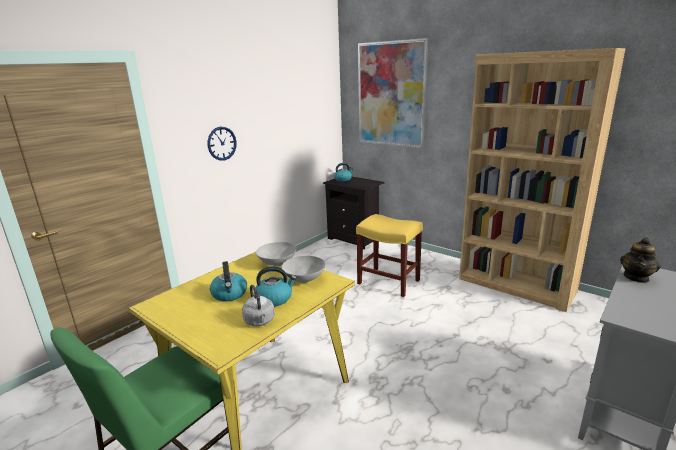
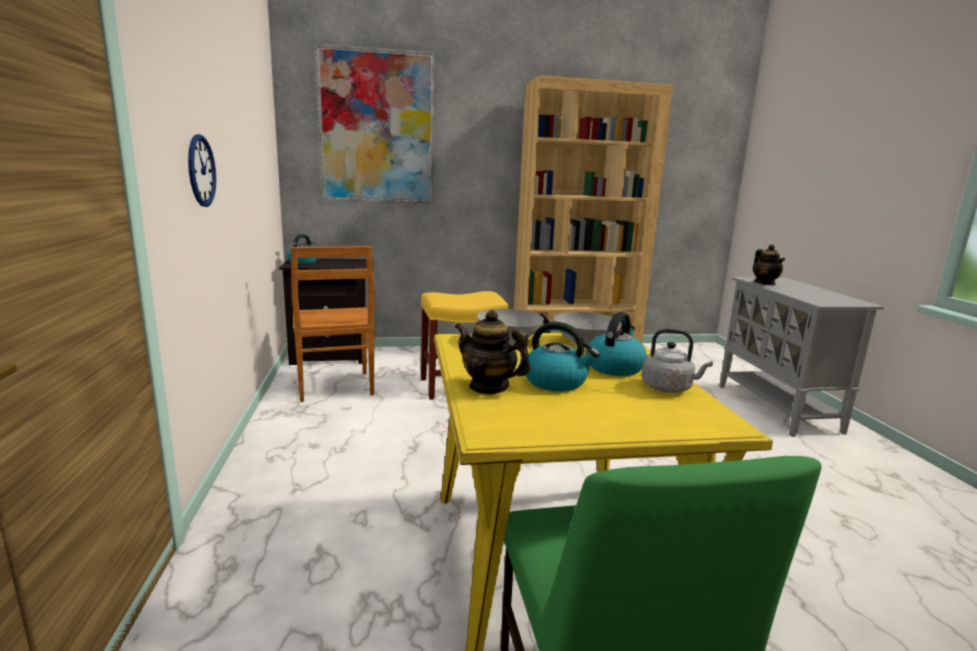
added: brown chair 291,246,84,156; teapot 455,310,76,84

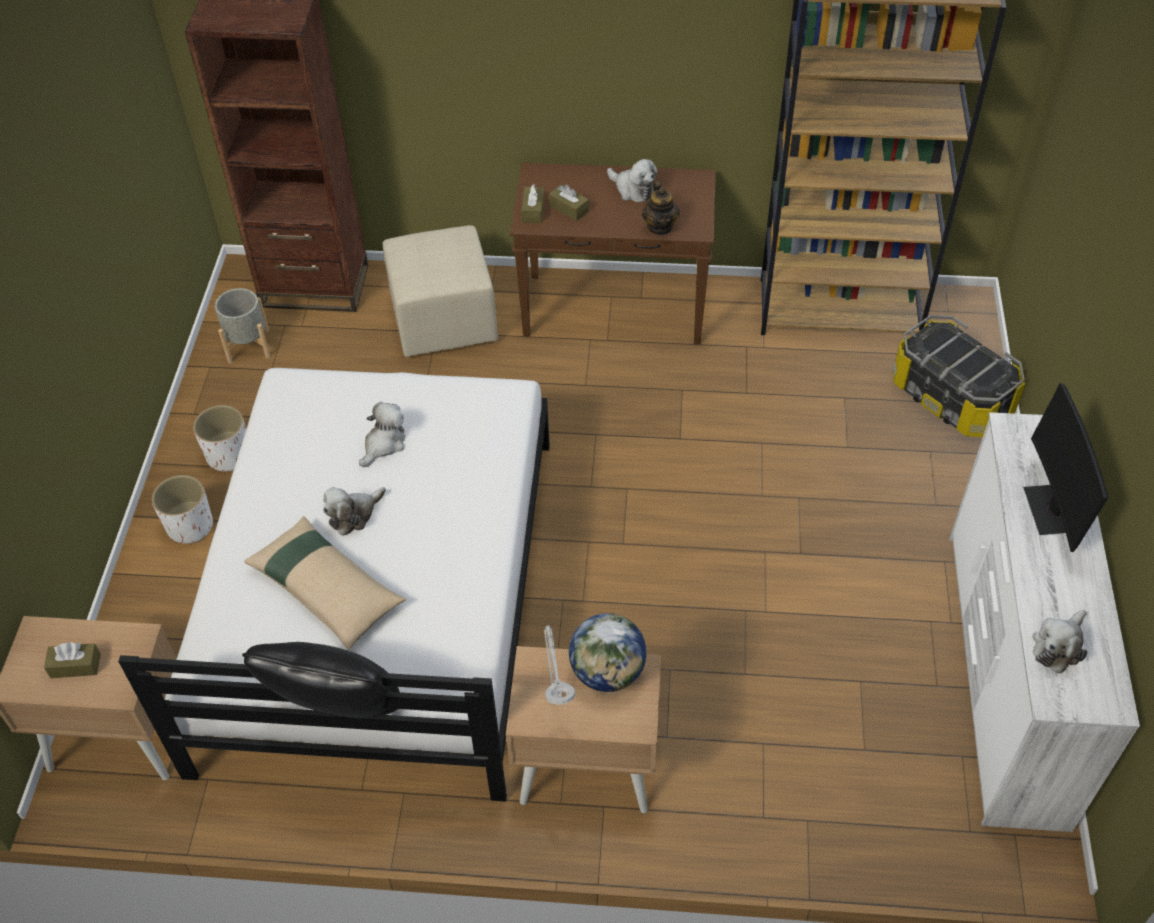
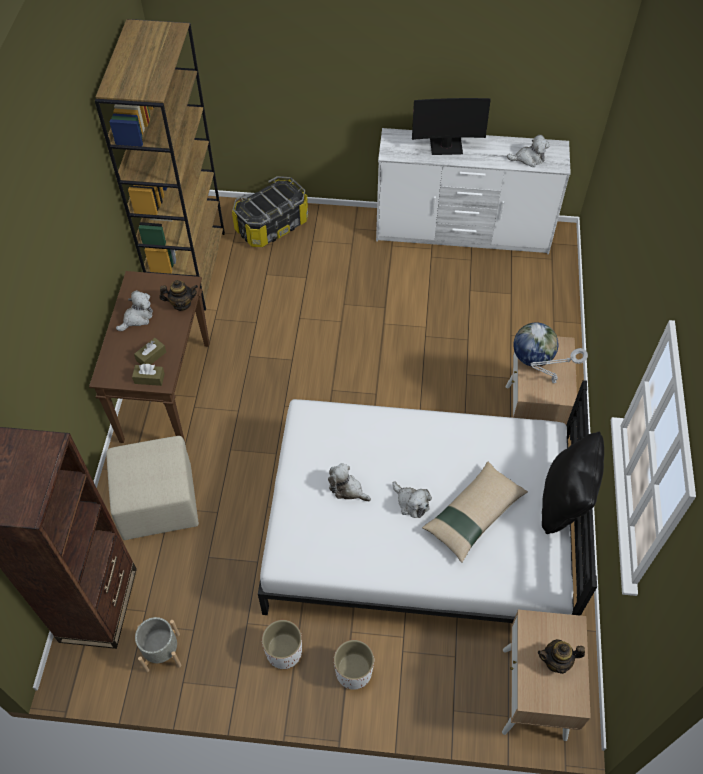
replaced: brown tissue holder 44,642,57,36 to teapot 538,639,47,35
turned: cuddly toy 1032,610,55,64 = 507,135,43,32 45 degrees counterclockwise

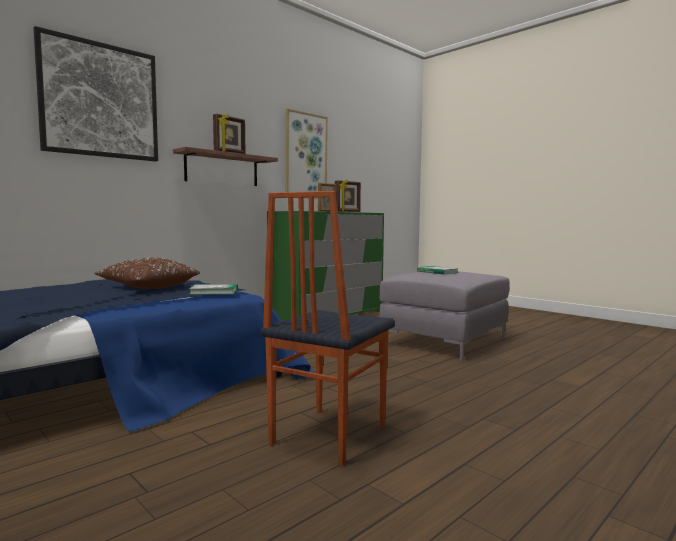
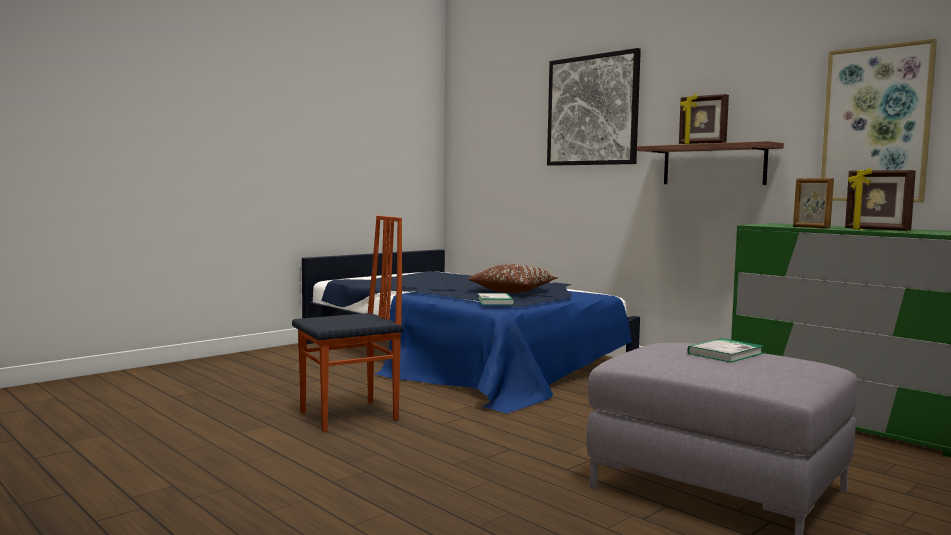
turned: chair 261,191,134,275 = 292,215,112,217 120 degrees clockwise

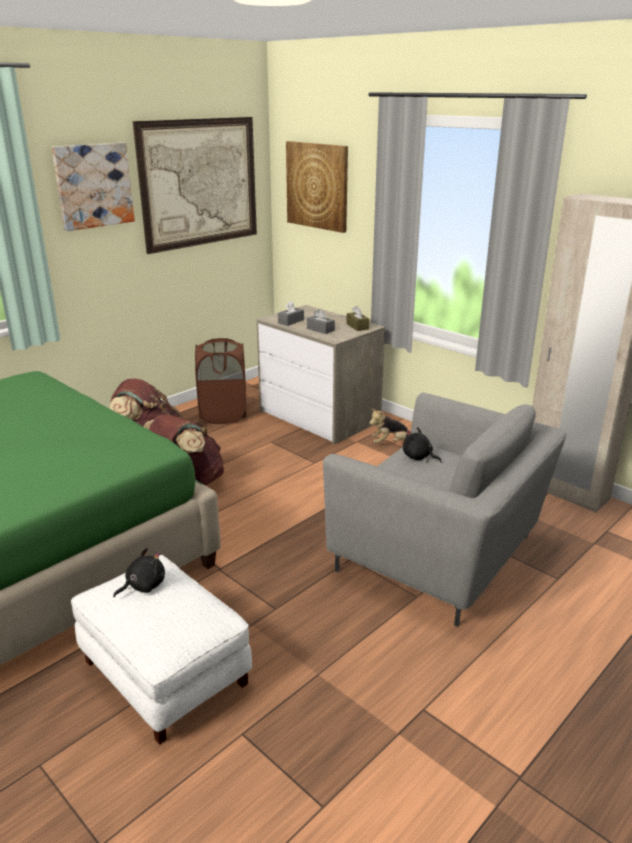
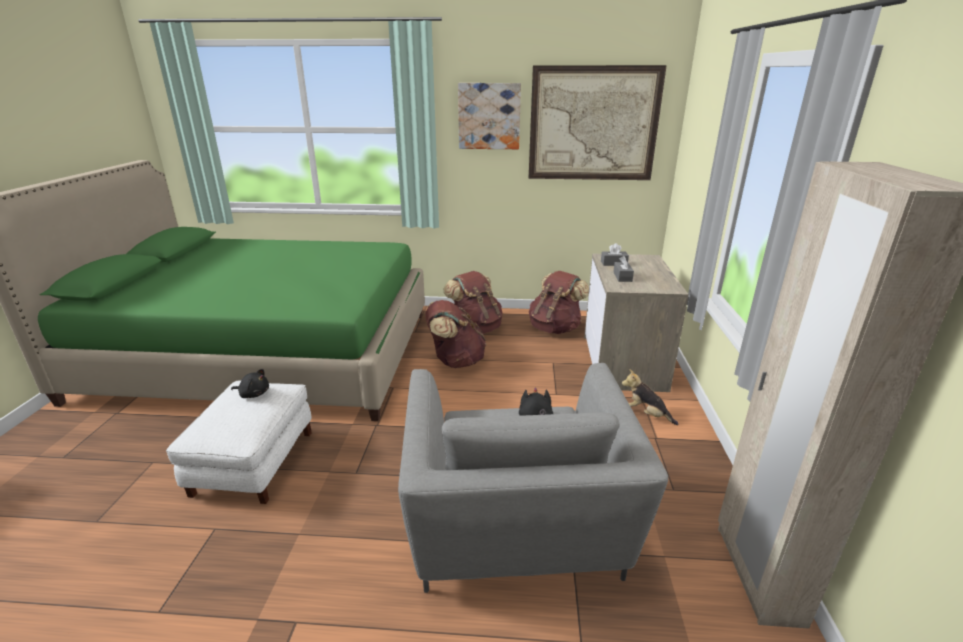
removed: wall art 286,141,62,92; brown tissue holder 346,306,23,25
replaced: brown hamper 195,338,51,86 to brown knapsack 529,271,60,63

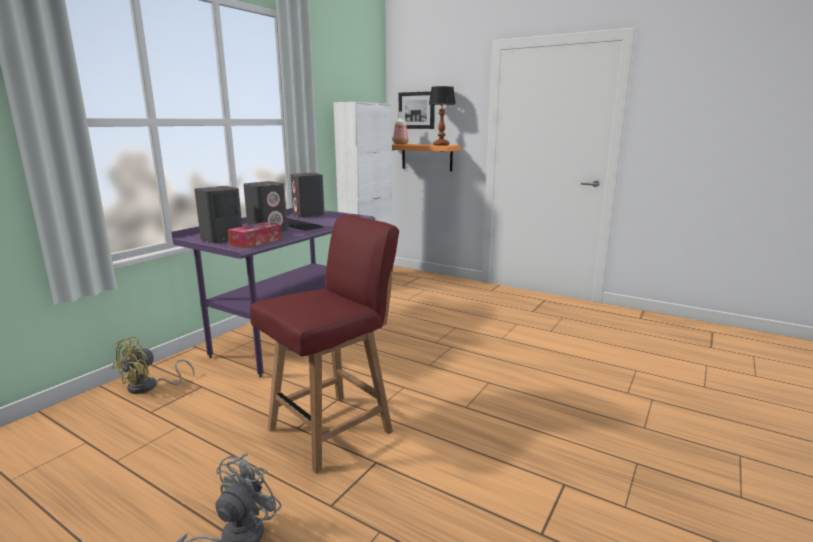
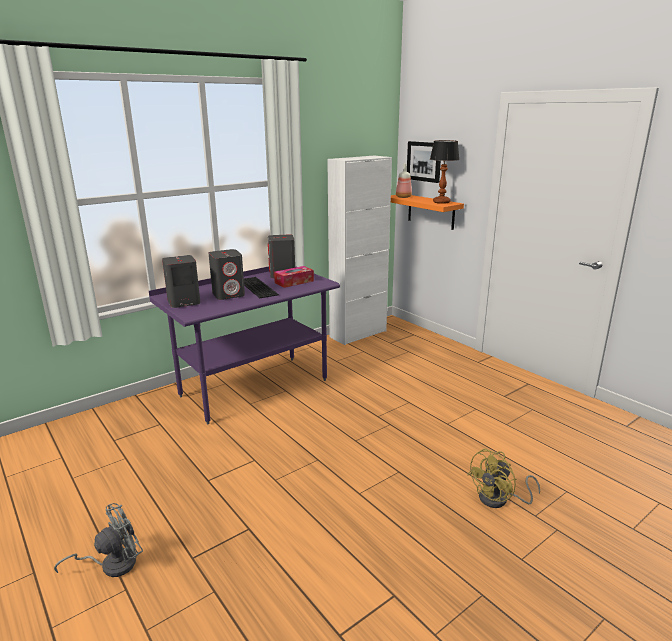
removed: reddish chair 250,214,149,259
moved: tissue holder 228,222,53,26 to 274,266,40,22; yellow-coloured fan 112,337,83,57 to 467,449,73,59

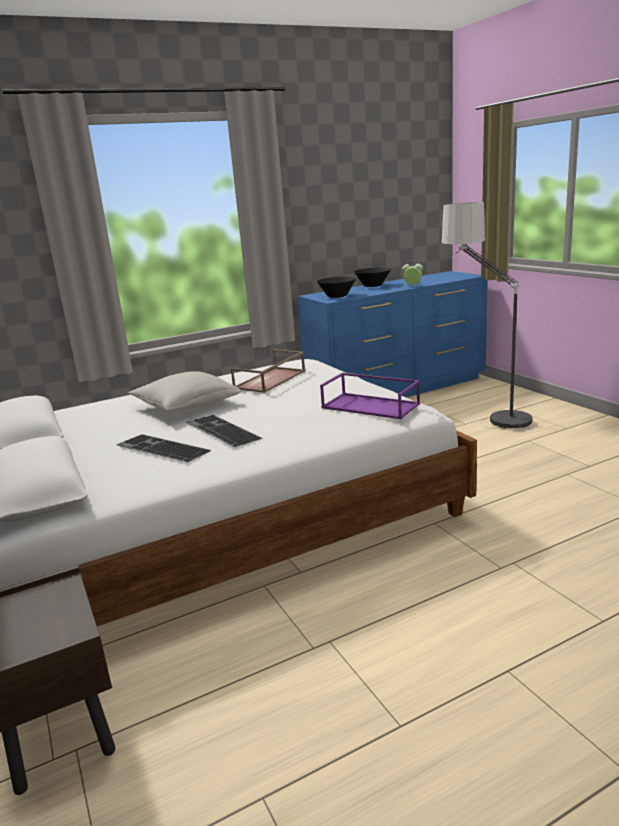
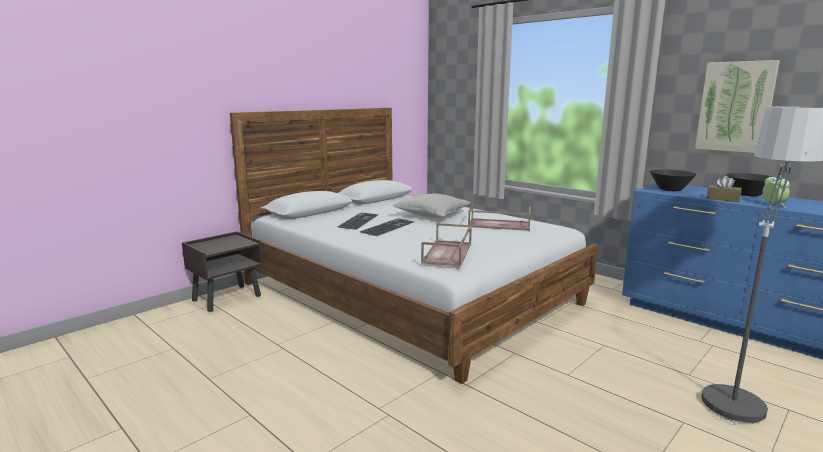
added: wall art 695,60,85,93; brown tissue holder 707,176,35,26
recoloured: purplish serving tray 320,372,100,47 to brown serving tray 421,223,51,44

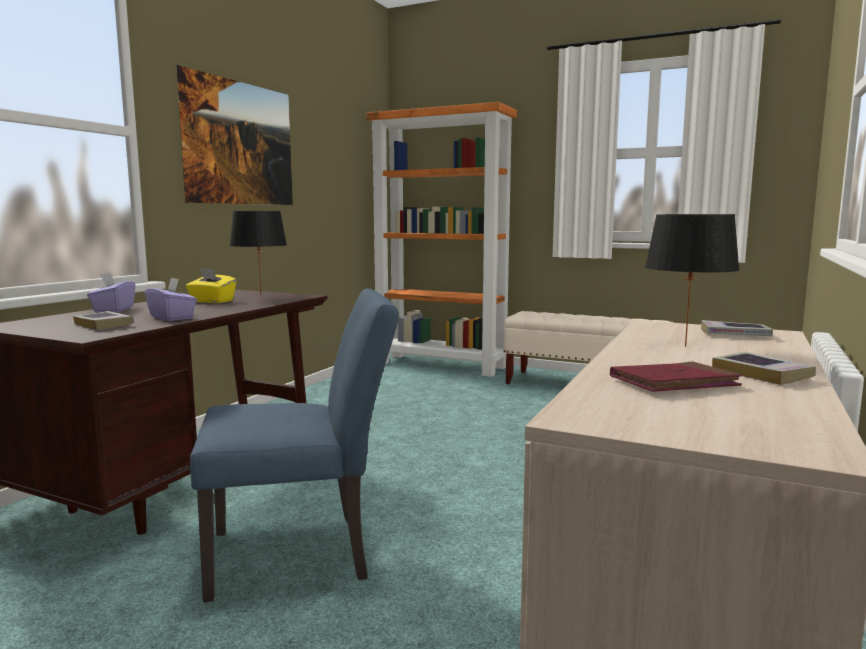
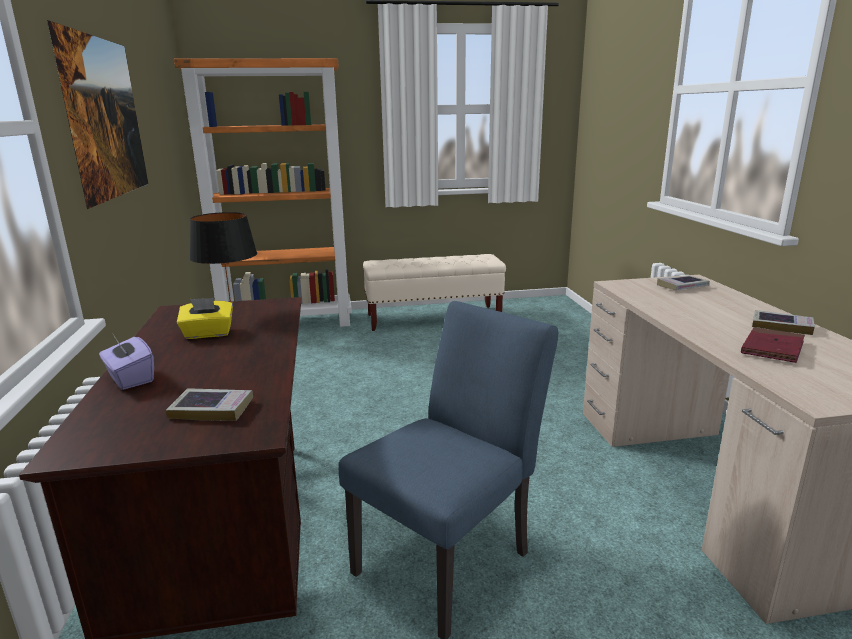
removed: purplish tissue holder 145,277,52,44; blackish table lamp 645,214,95,133

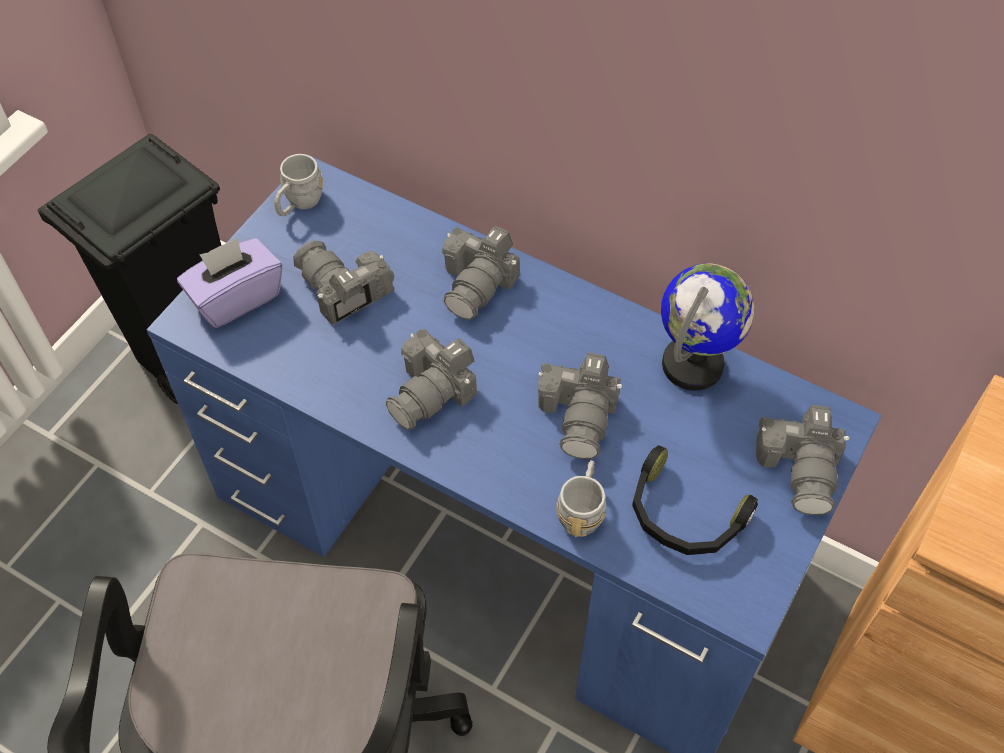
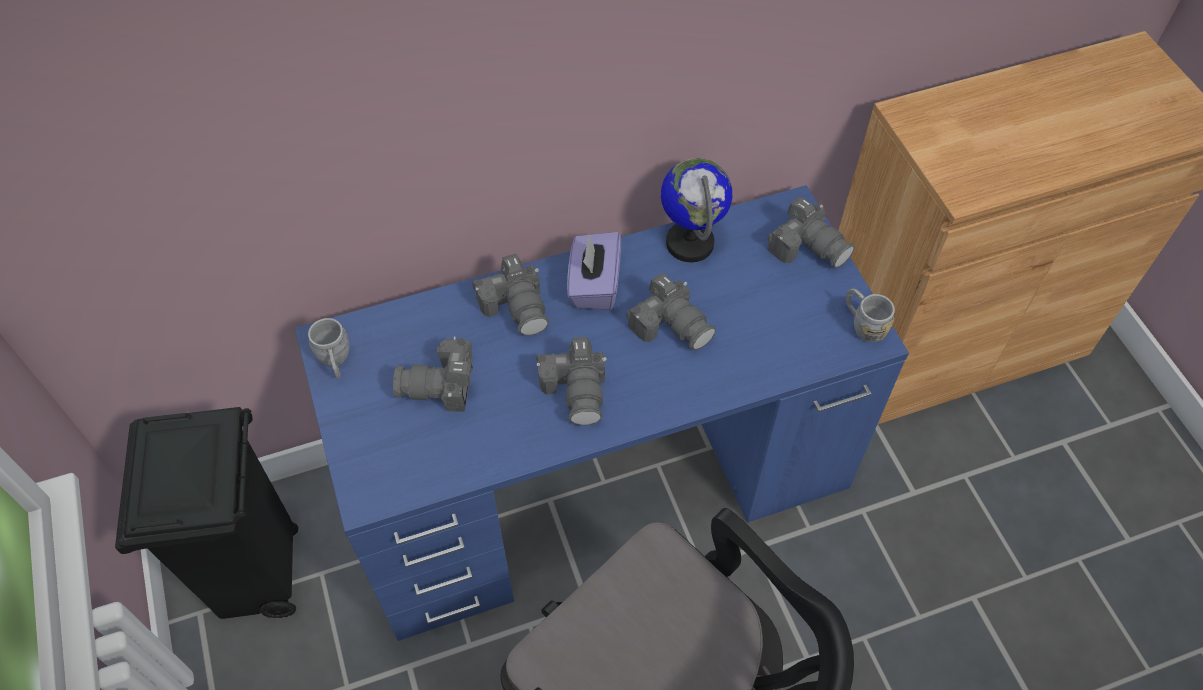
removed: blackish pair of headphones 632,445,126,110
moved: purplish tissue holder 177,238,105,90 to 567,232,54,78; gray mug 556,460,50,77 to 846,288,49,54

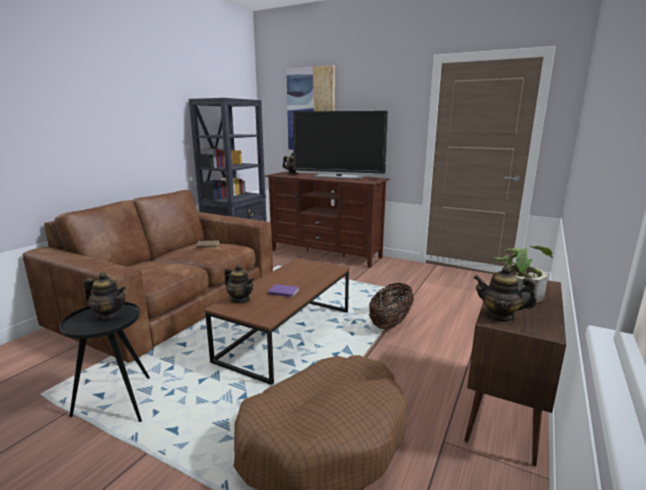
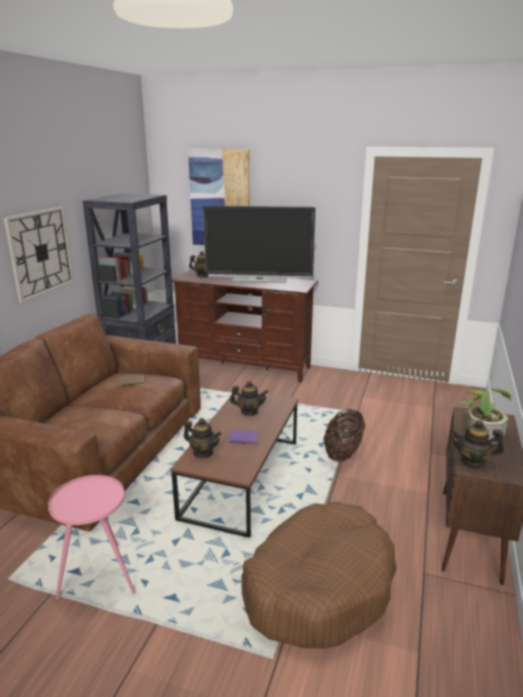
added: wall clock 4,207,70,96
moved: teapot 84,272,42,48 to 230,381,38,35
recoloured: blackish accent table 59,302,91,120 to pinkish accent table 48,475,87,124

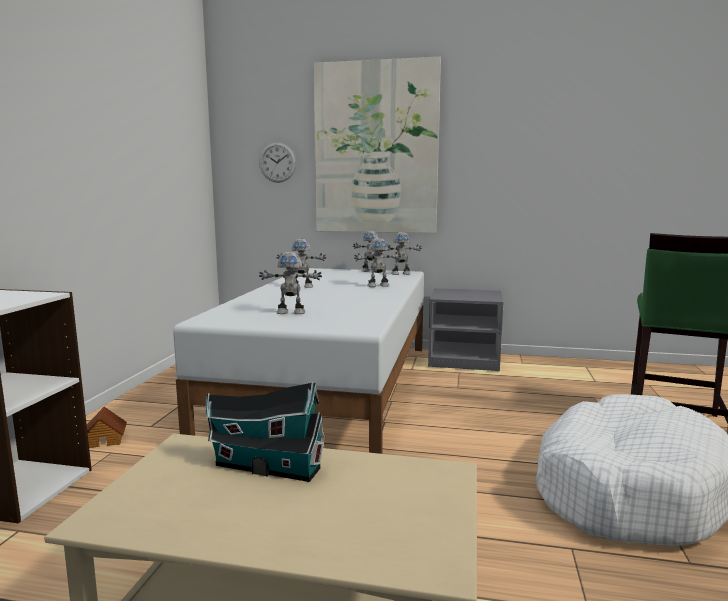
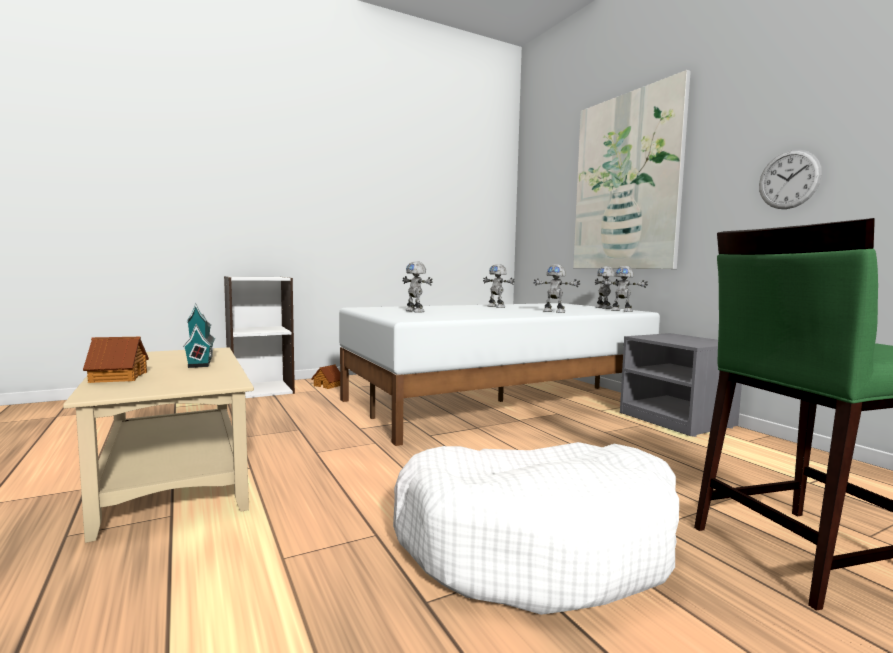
added: toy house 83,337,66,46
moved: wall clock 259,142,37,41 to 759,150,63,59

